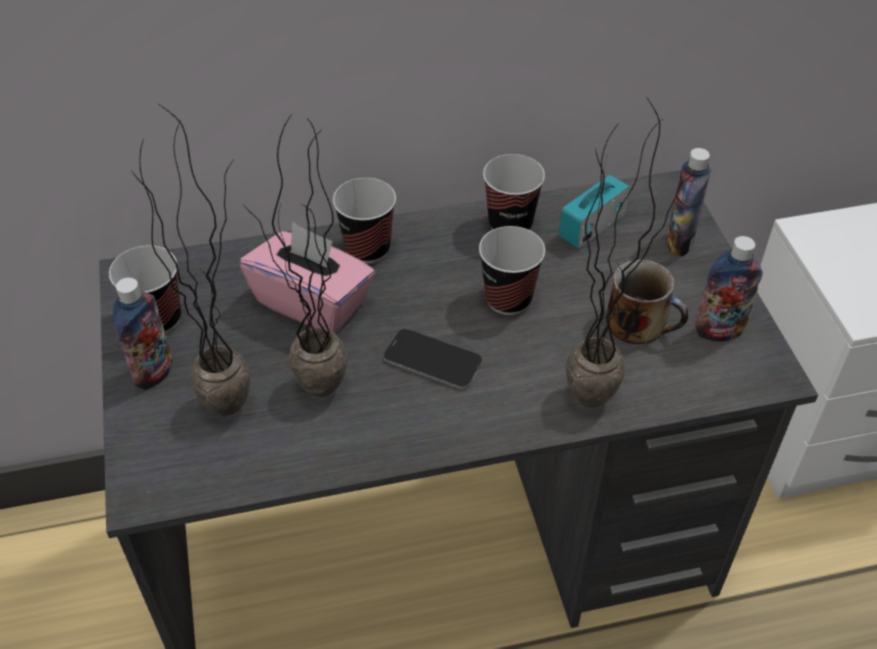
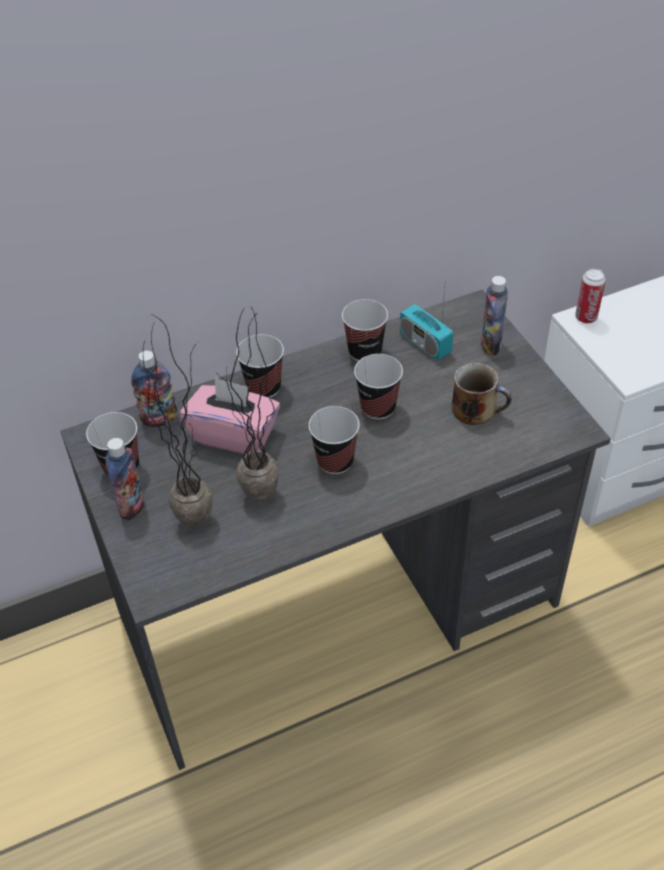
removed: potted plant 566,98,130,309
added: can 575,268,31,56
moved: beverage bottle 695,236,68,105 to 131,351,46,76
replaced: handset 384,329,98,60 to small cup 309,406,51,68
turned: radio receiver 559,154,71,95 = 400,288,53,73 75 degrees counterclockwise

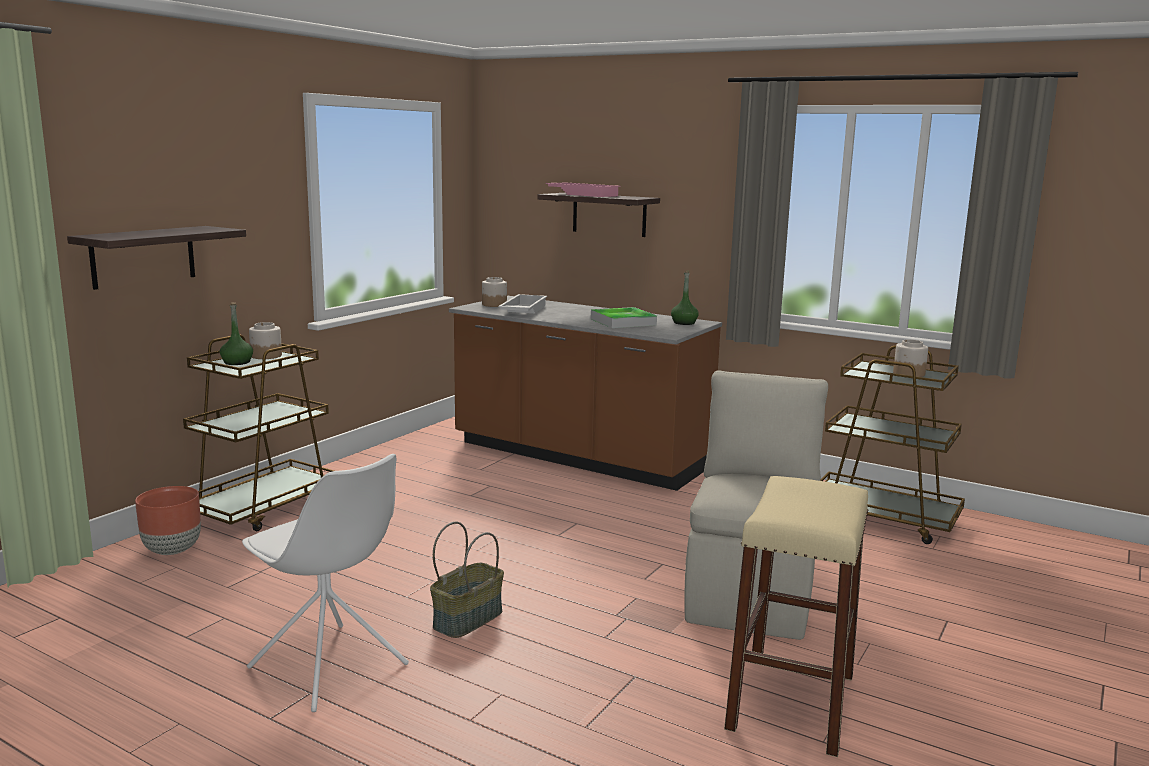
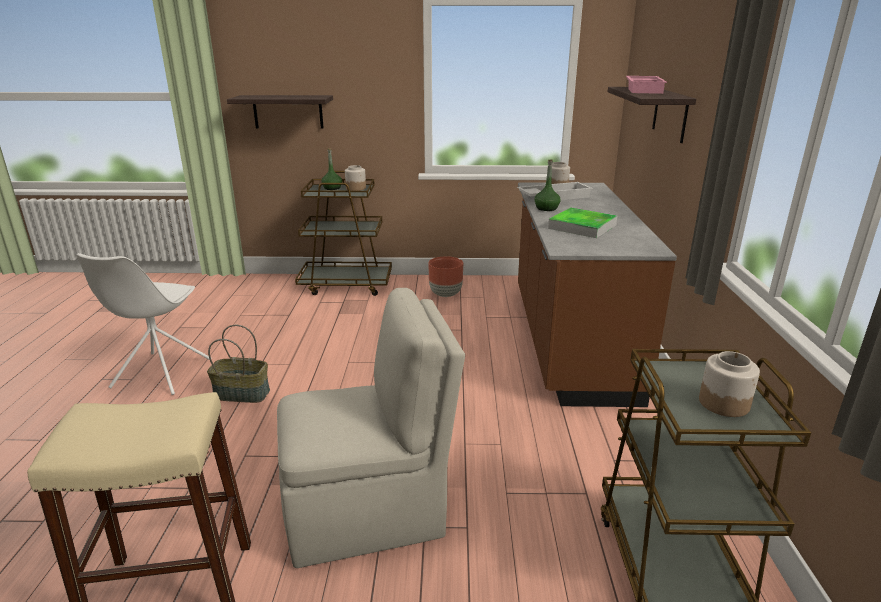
moved: brown flower pot 135,486,66,69 to 428,256,35,41; greenish beverage bottle 671,271,28,54 to 535,159,26,52

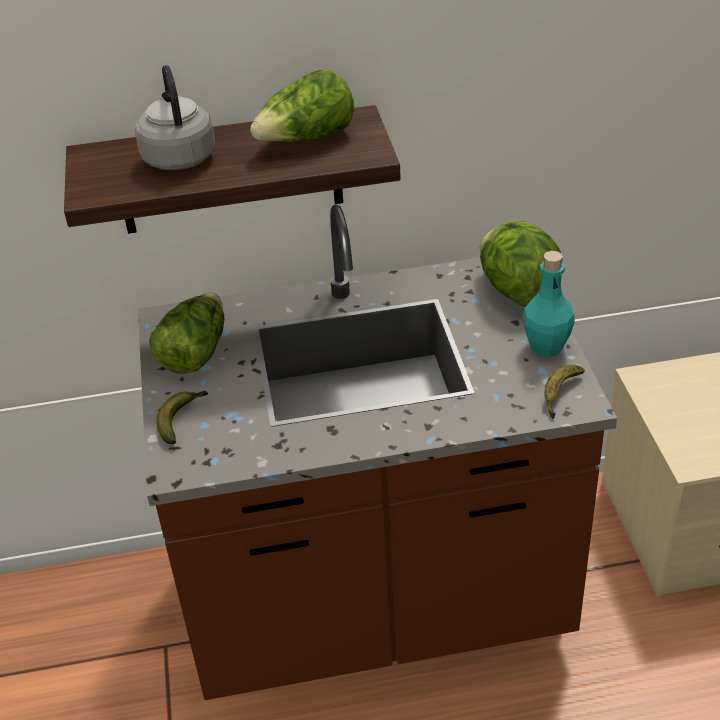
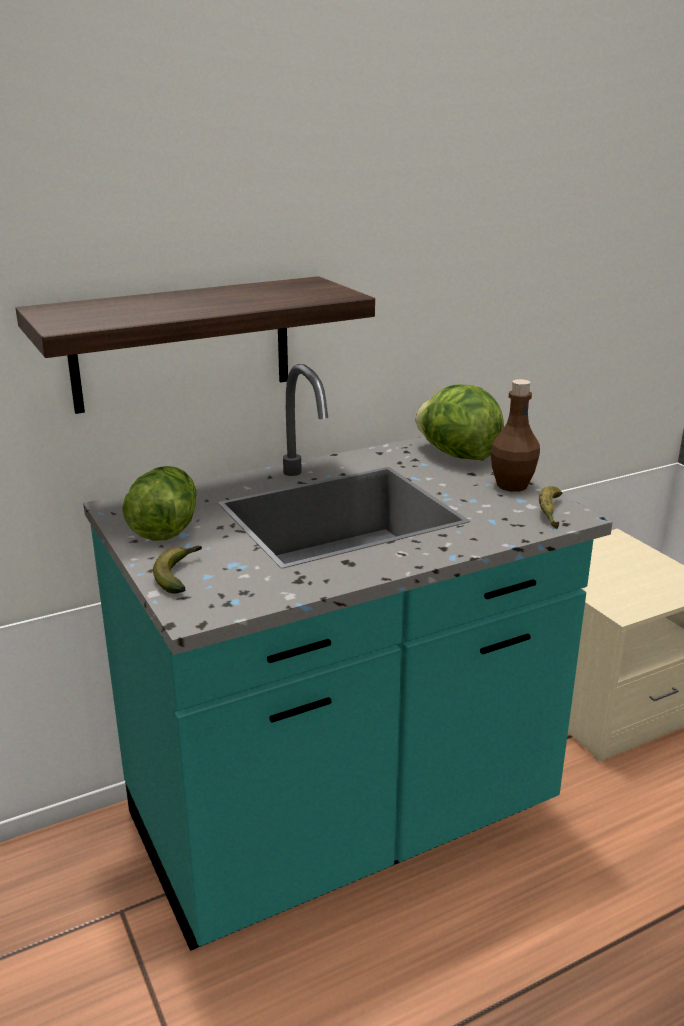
removed: gray water kettle 135,65,80,106; head of lettuce 250,70,104,72
recoloured: brown kitchen counter 138,204,479,496 to turquoise-coloured kitchen counter 83,364,530,587; turquoise-coloured beverage bottle 523,251,52,106 to brown beverage bottle 490,379,50,113

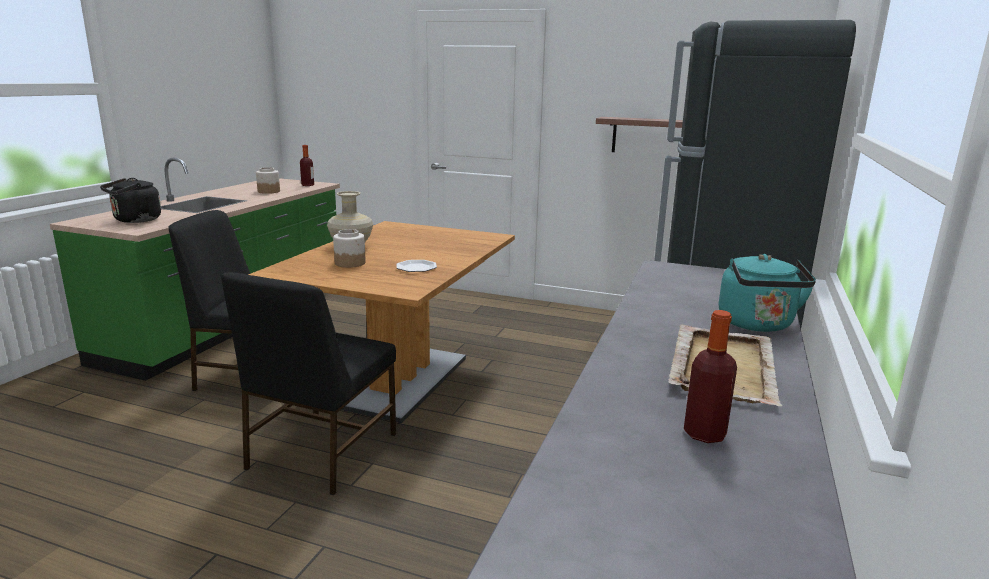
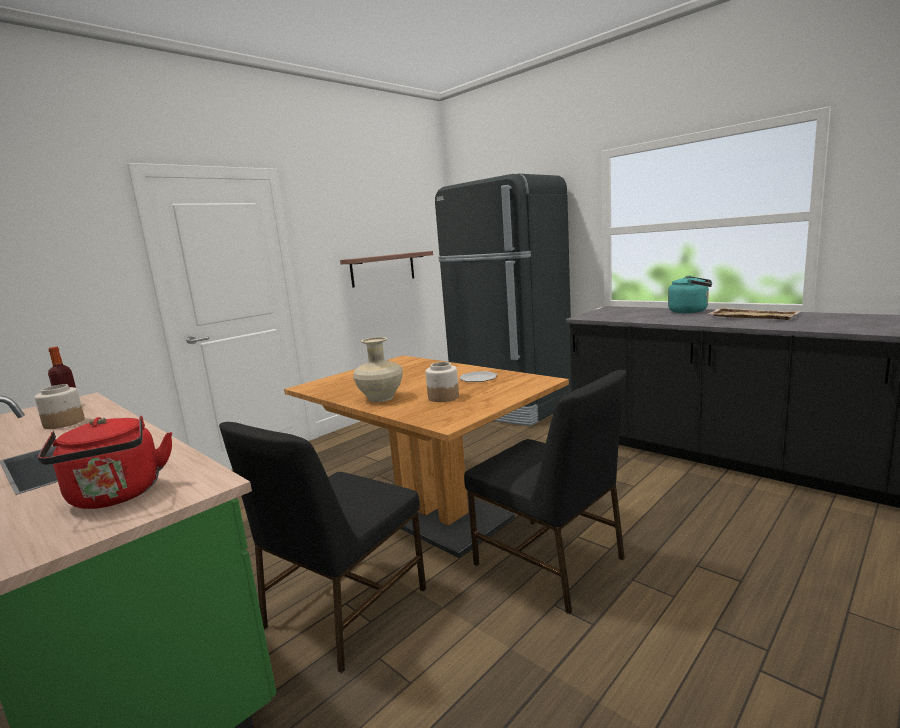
removed: beverage bottle 684,310,53,133
recoloured: blackish water kettle 100,178,61,45 to reddish water kettle 38,416,134,93

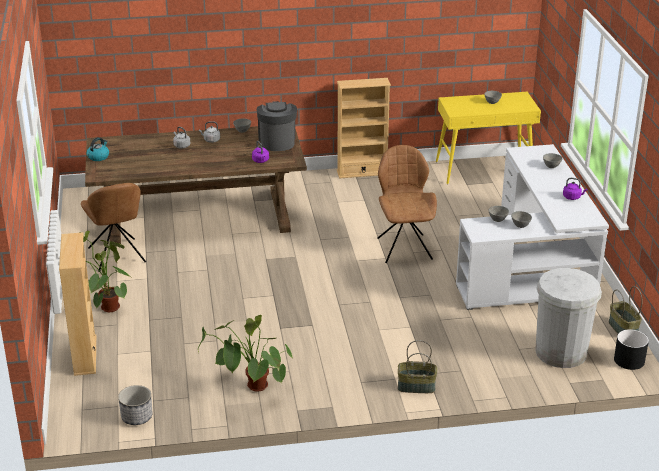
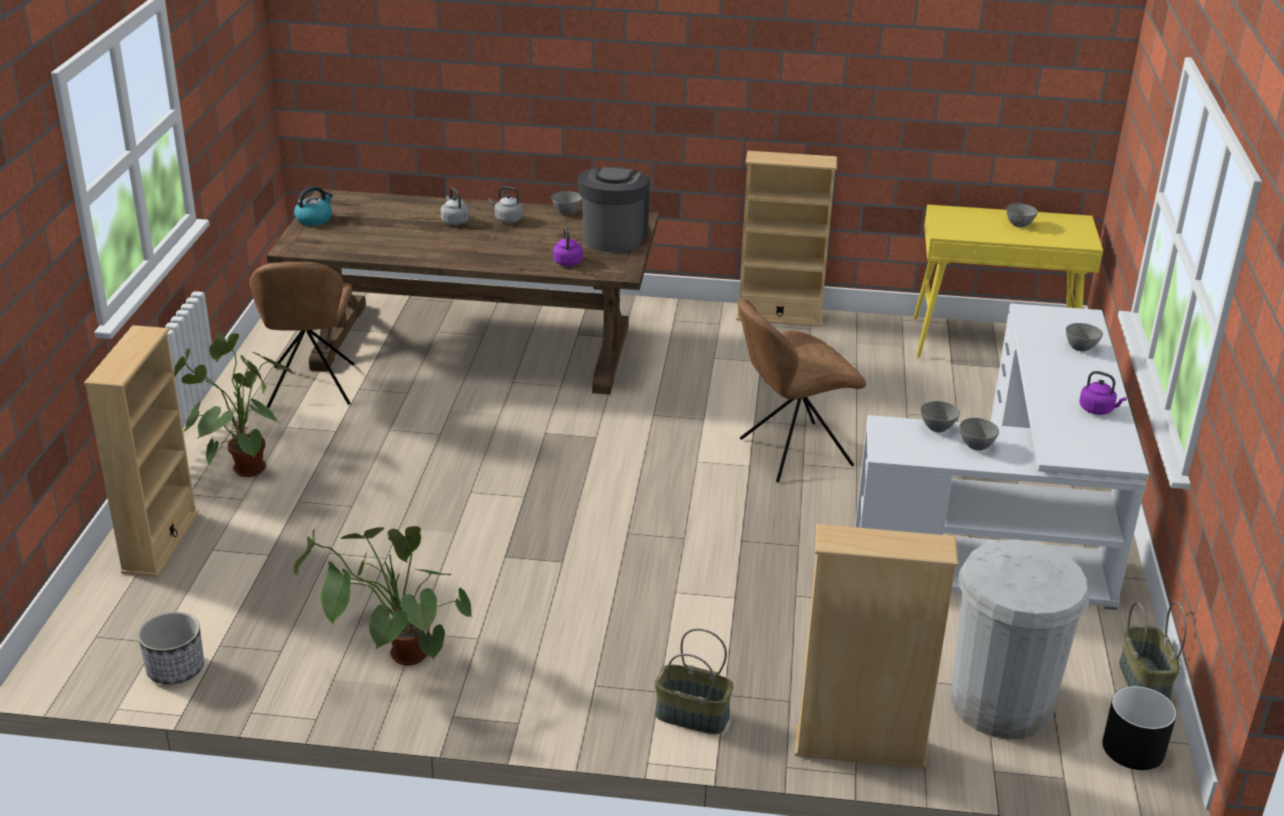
added: sand-coloured shelving unit 795,524,163,245
turned: brown chair 377,145,60,118 = 738,298,129,184 120 degrees counterclockwise

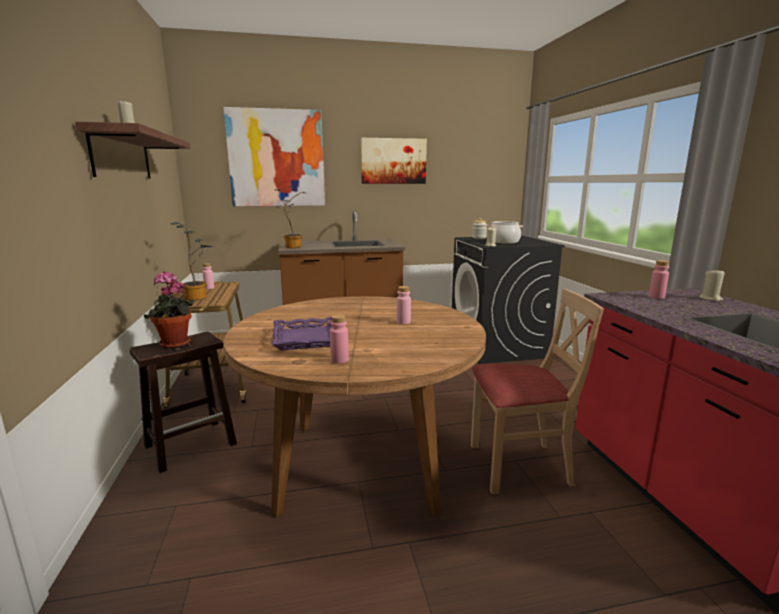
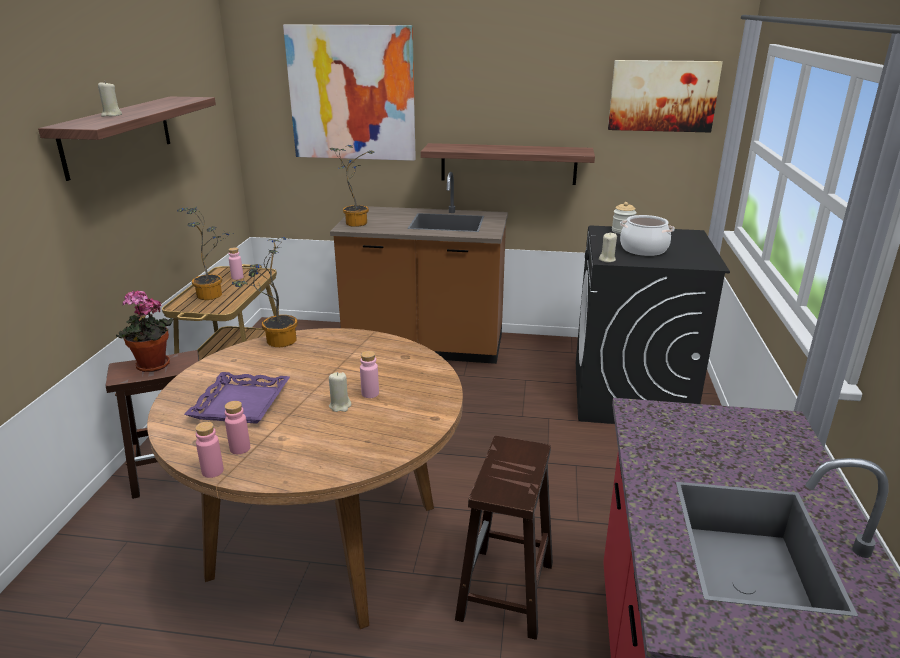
added: potted plant 232,237,66,110; bracket shelf 421,143,174,42
moved: pinkish beverage bottle 649,260,20,39 to 195,422,29,56; sand-coloured wax light 699,269,26,32 to 329,372,22,40; wall art 361,138,66,46 to 608,60,115,73
replaced: sand-coloured chair 471,289,133,205 to brown stool 455,436,98,204

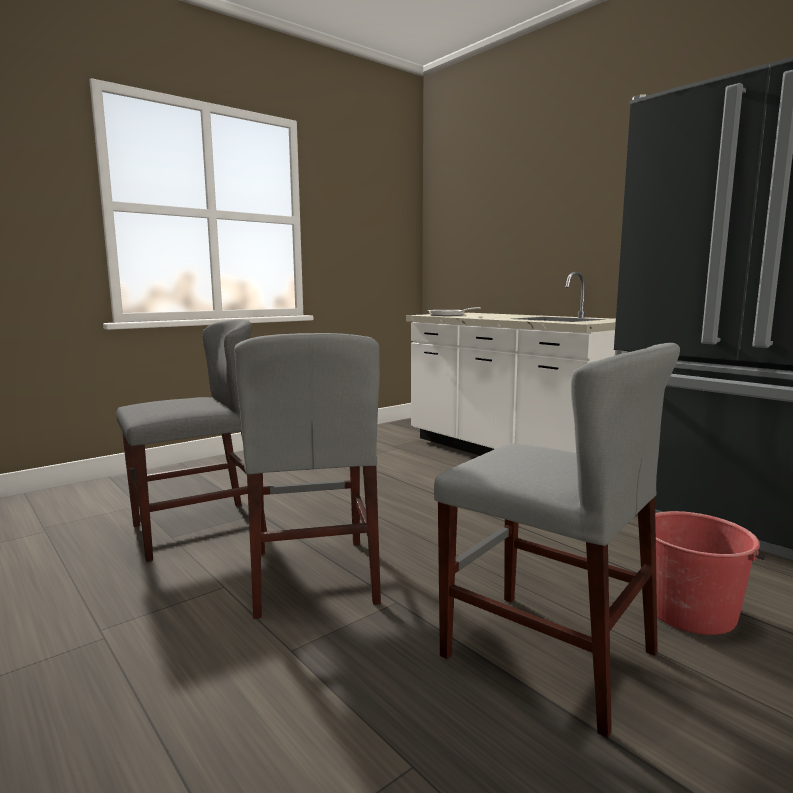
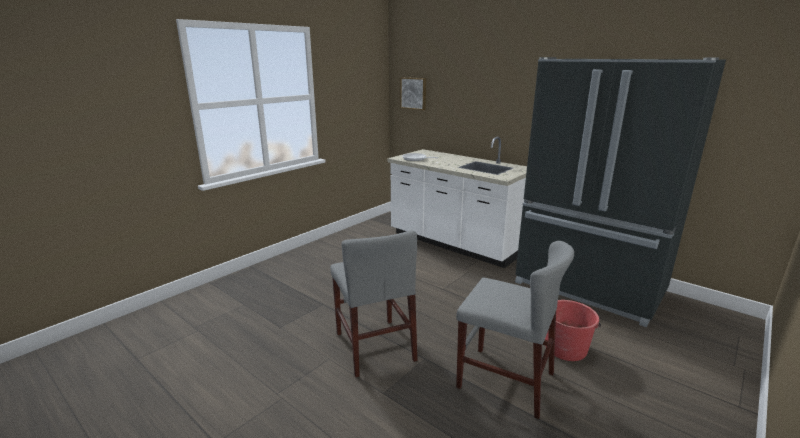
removed: gray chair 116,319,151,243
added: wall art 400,77,26,33

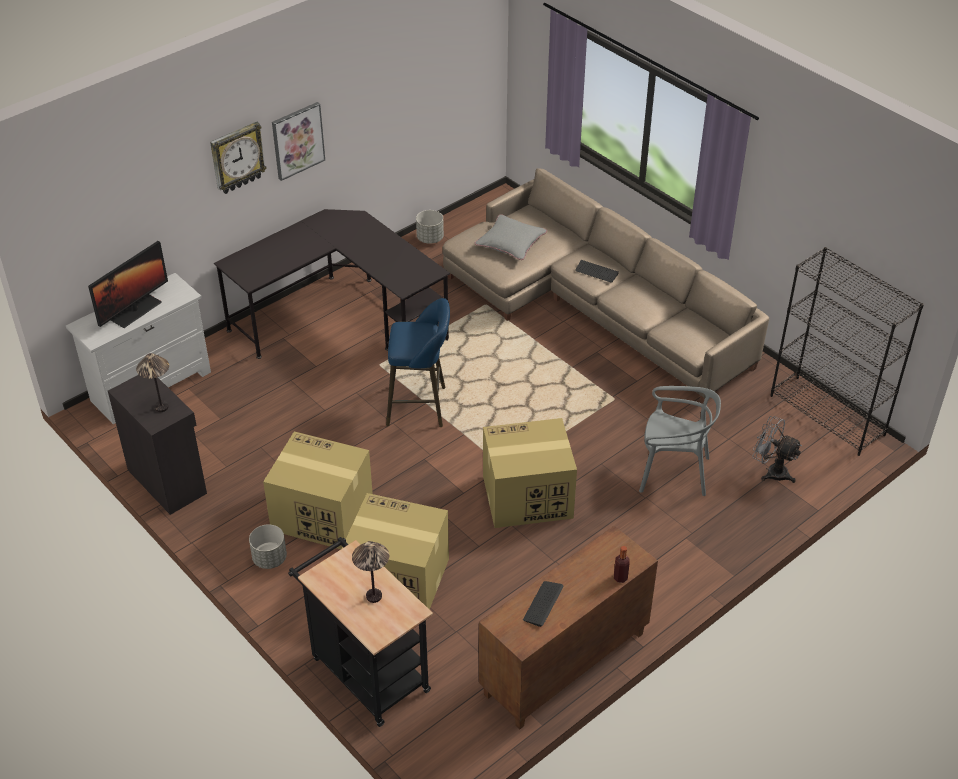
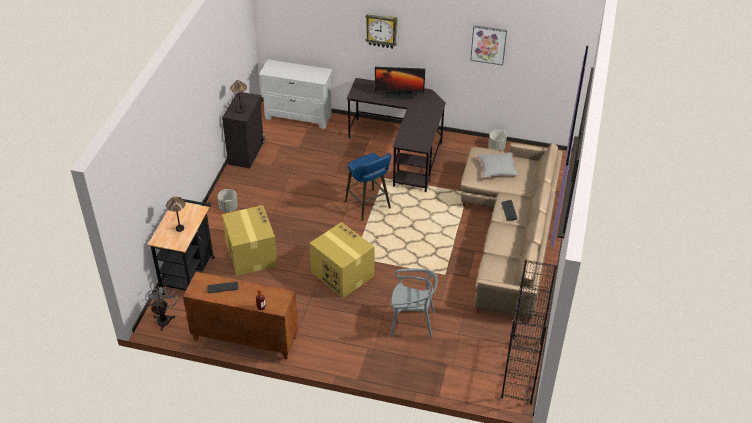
removed: carton 263,431,110,118
moved: gray fan 752,416,50,67 to 145,285,32,46; monitor 88,241,80,87 to 375,67,50,33; wall art 272,102,53,79 to 470,25,37,40
turned: gray chair 639,386,82,110 = 390,269,47,68 60 degrees counterclockwise

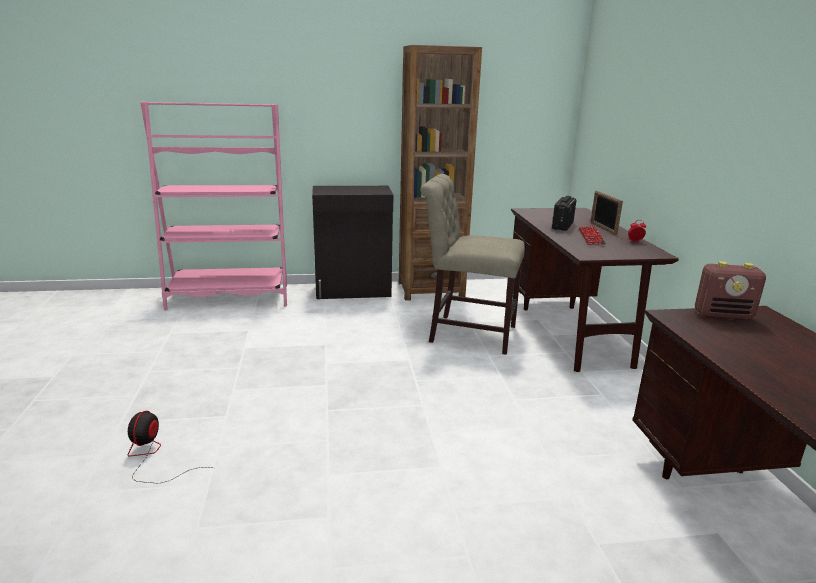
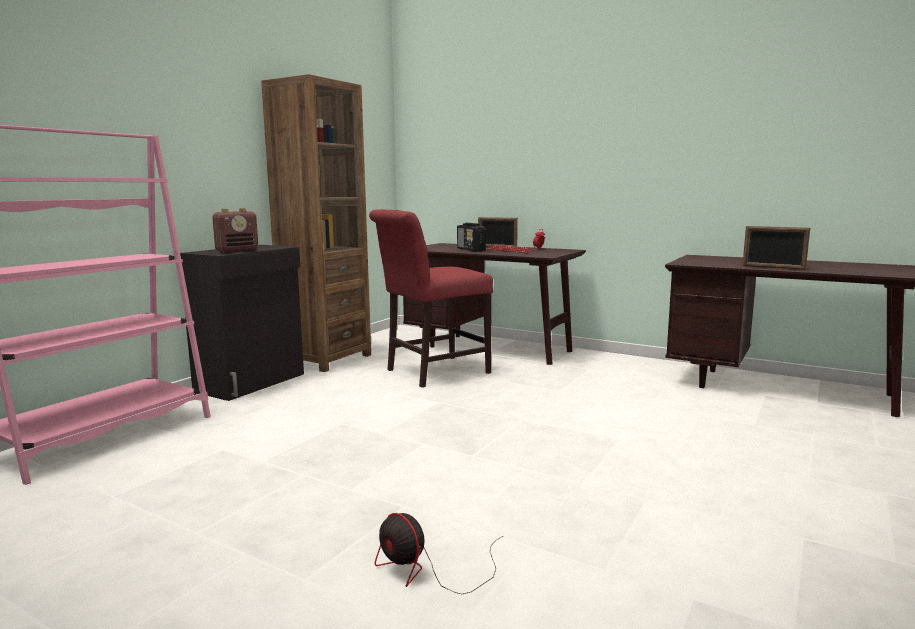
added: picture frame 743,226,67,44
moved: radio receiver 695,261,71,59 to 212,208,46,45
recoloured: sand-coloured chair 420,174,105,181 to reddish chair 369,209,124,179

